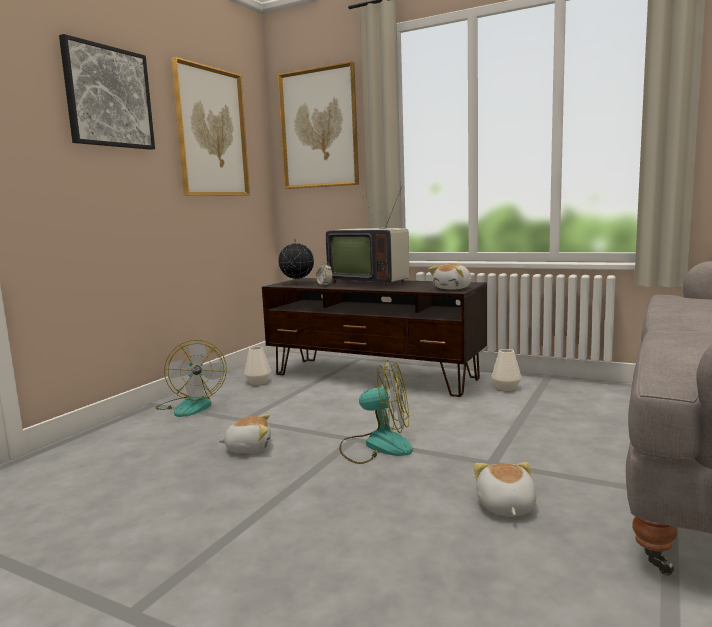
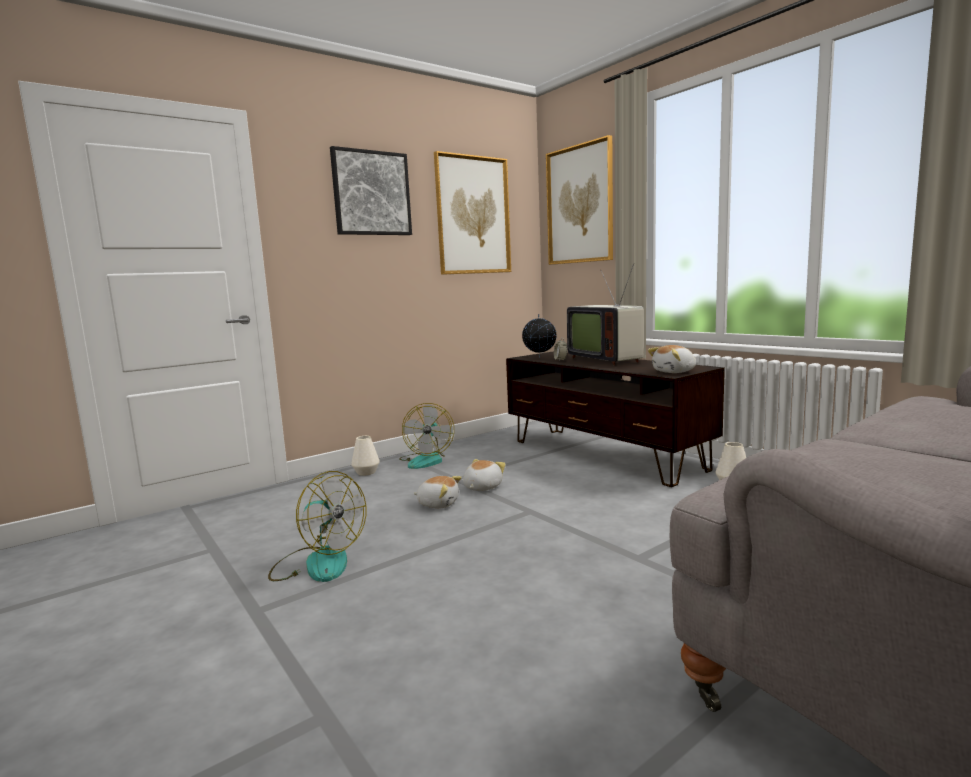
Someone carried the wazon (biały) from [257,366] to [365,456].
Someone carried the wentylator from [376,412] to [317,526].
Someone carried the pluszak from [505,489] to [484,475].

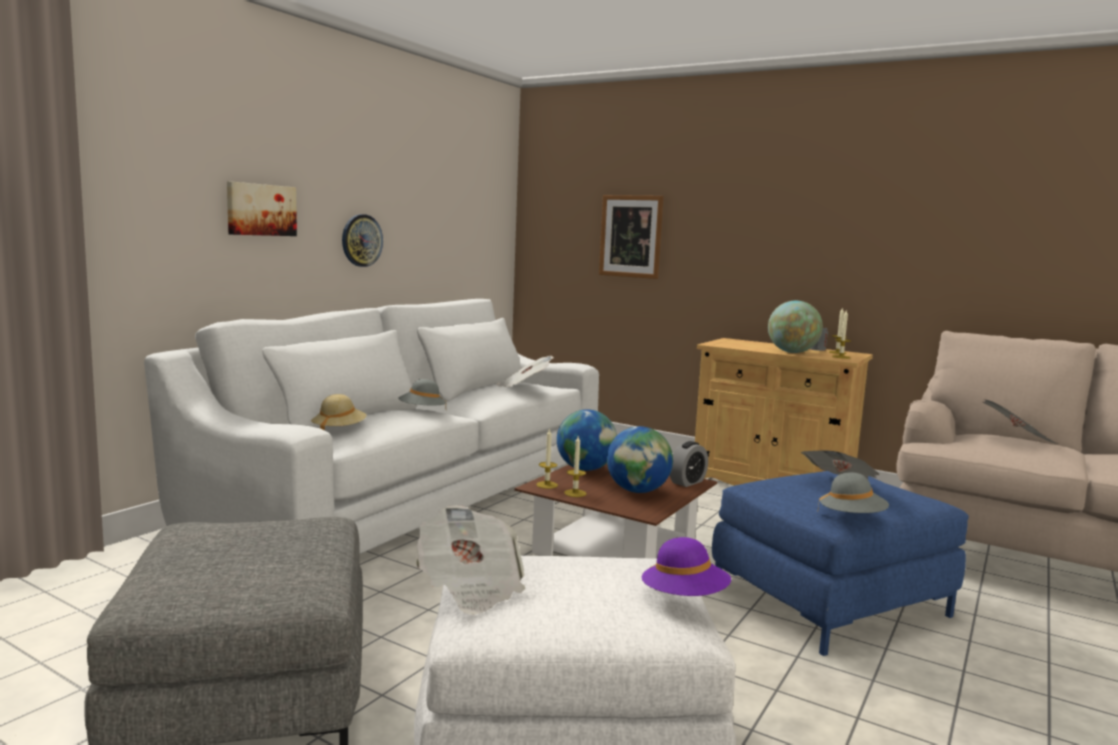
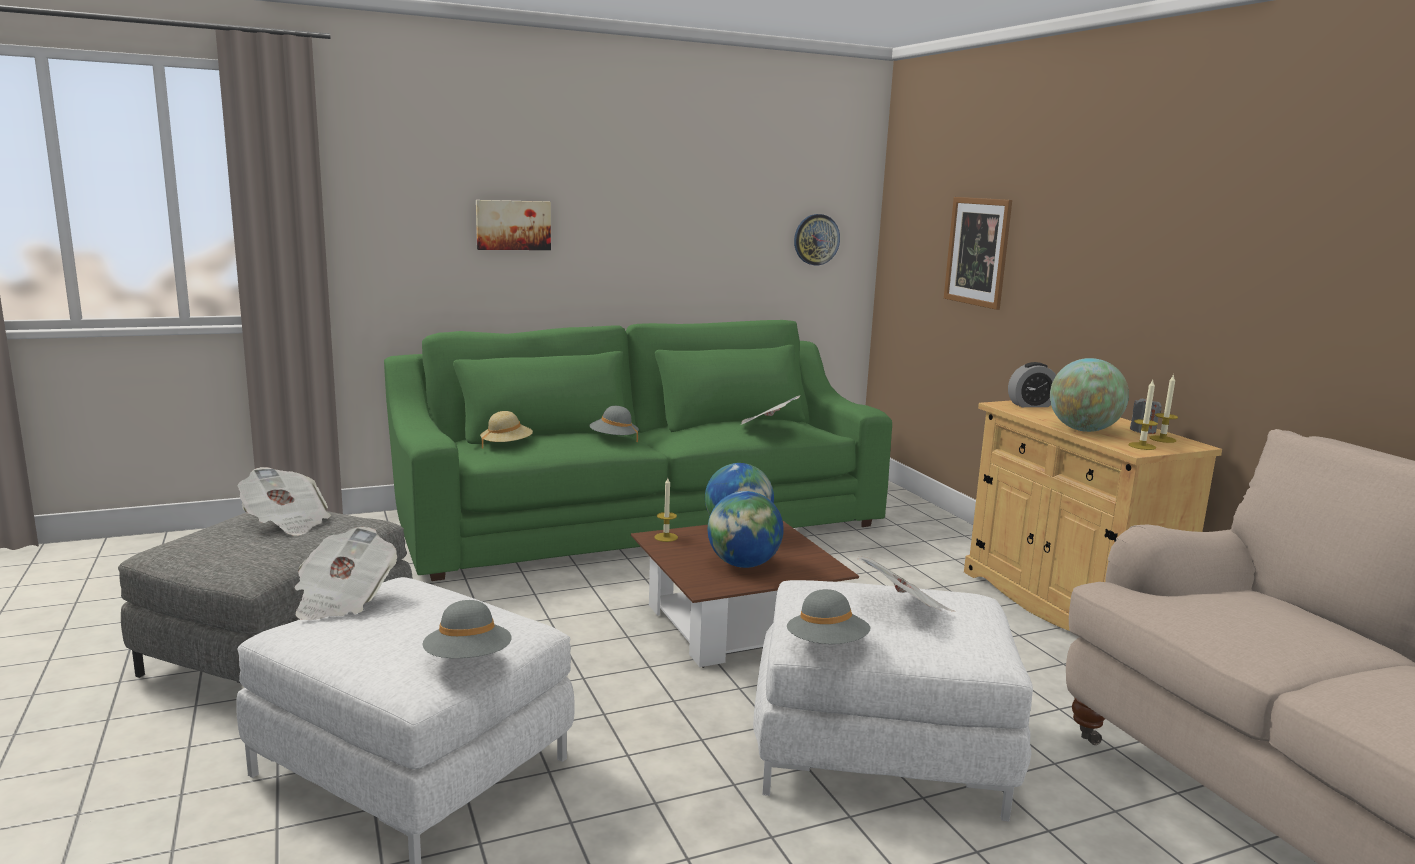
Someone carried the zegar ścienny from [362,240] to [817,239].
Someone repainted the kanapa (biały) at [371,426], which became the kanapa (zielony) at [638,450].
Someone carried the gazeta from [1021,421] to [284,501].
Someone took away the świeca at [575,466].
Someone carried the budzik from [689,464] to [1032,384].
Someone repainted the pufa (niebieski) at [840,563], which became the pufa (biały) at [893,700].
Someone repainted the kapelusz (fioletowy) at [686,566], which became the kapelusz (szary) at [467,629].

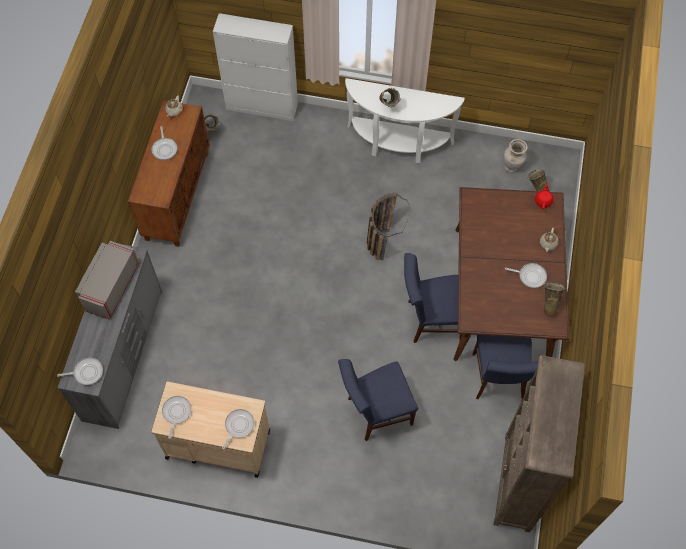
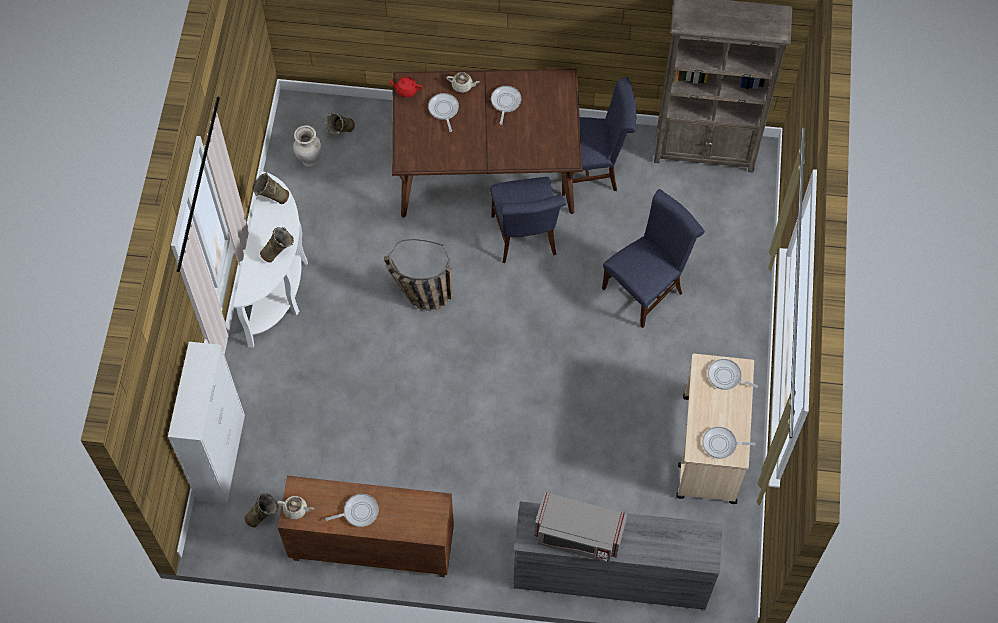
Someone carried the wazon (beżowy) from [554,298] to [270,188].
Someone carried the patelnia from [80,371] to [443,112].
Someone rotated the krzesło (niebieski) at [378,400] by 105 degrees counterclockwise.

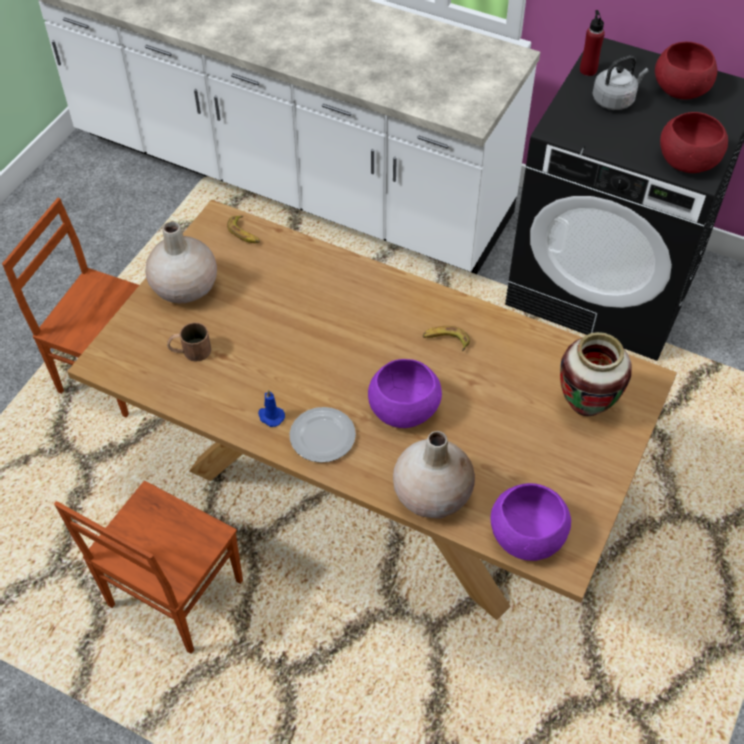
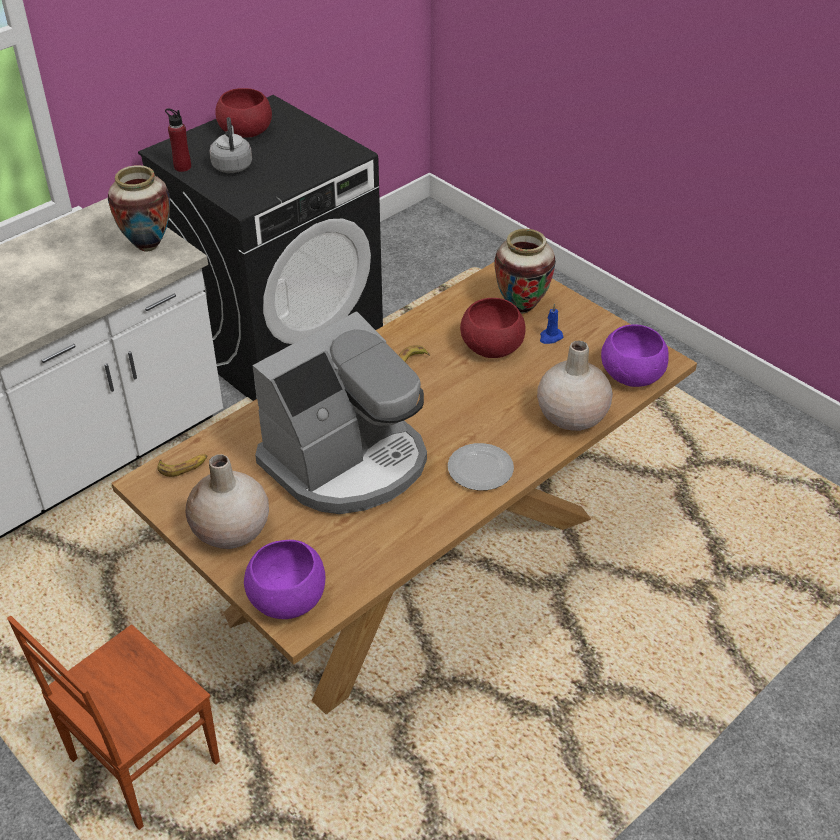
Someone carried the miska (czerwony) from [694,142] to [492,328].
Someone took away the kubek (brązowy) at [189,341].
Someone carried the miska (fioletowy) from [405,393] to [285,579].
Someone carried the świeca (niebieski) from [271,408] to [551,324].
Someone took away the krzesło (brązowy) at [148,567].
Someone put down the wazon at [139,208].
Someone put down the ekspres do kawy at [339,412].

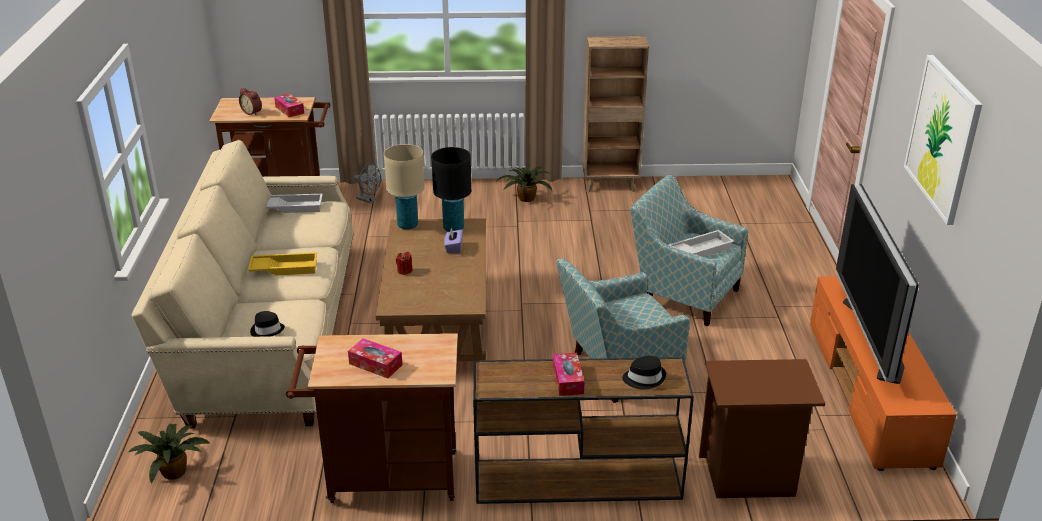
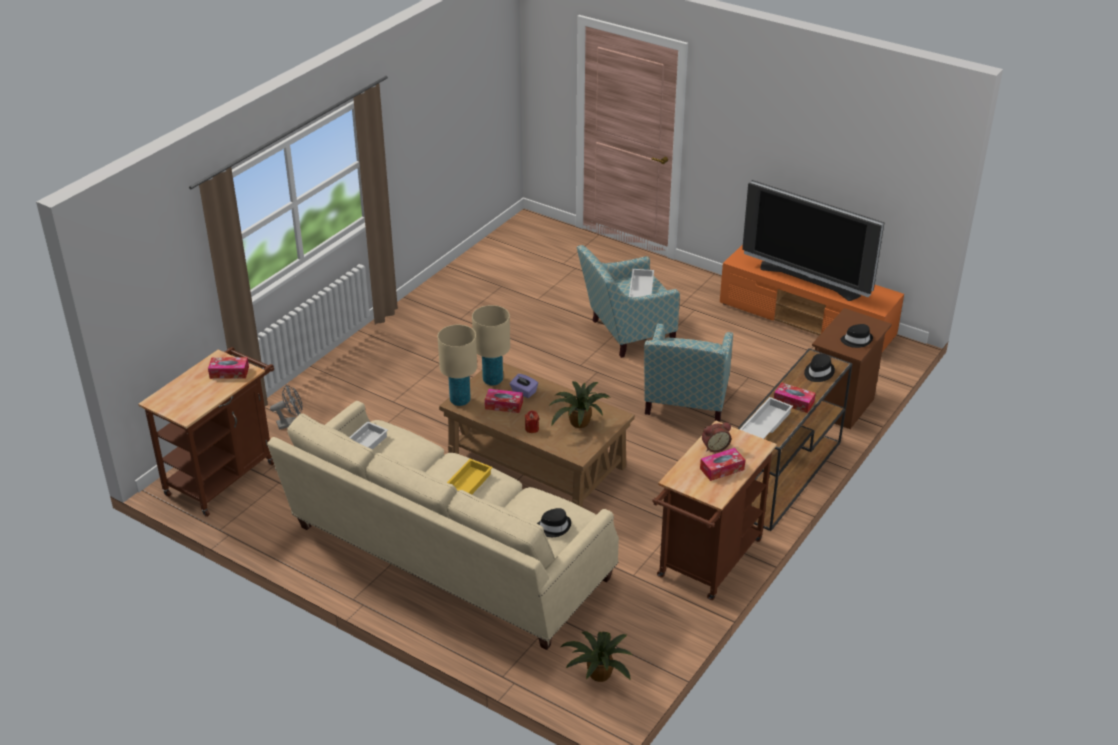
Someone took away the regał (brązowy) at [616,114].
Someone took away the obraz at [943,140].
Someone carried the budzik from [250,102] to [716,437].
Someone repainted the lampa stołowa (czarny) at [451,189], which became the lampa stołowa (beżowy) at [491,345].
Someone carried the roślina doniczkowa from [523,182] to [580,404].
Someone put down the kapelusz (czarny) at [857,336].
Someone put down the pudełko chusteczek at [504,401].
Someone put down the taca (biały) at [766,418].

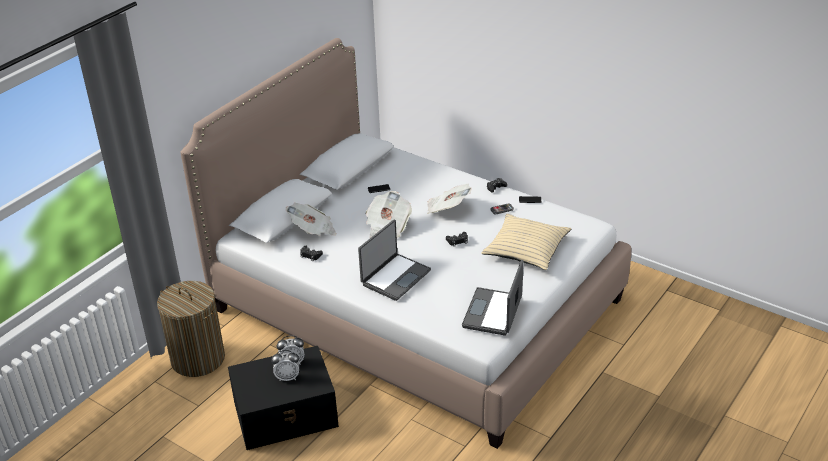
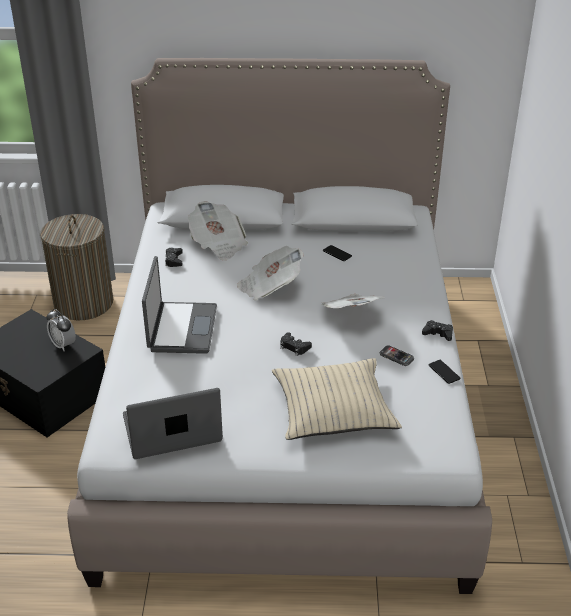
Someone rotated the laptop at [394,260] by 90 degrees counterclockwise.
Someone took away the budzik at [285,365].

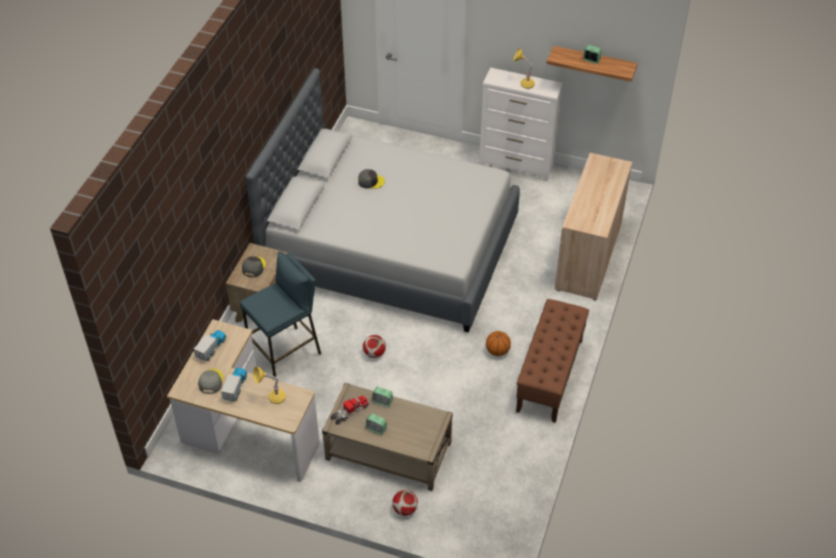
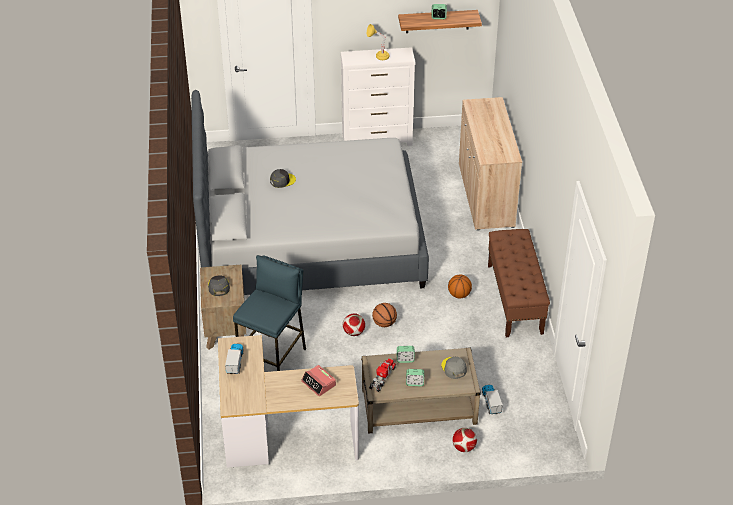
Someone swapped the lampa stołowa (żółty) at [269,385] for the budzik at [318,380].
Someone carried the ciężarówka zabawkowa from [234,384] to [492,399].
Someone carried the czapka z daszkiem (szary) from [210,381] to [454,368].
Someone put down the piłka do koszykówki at [384,315].

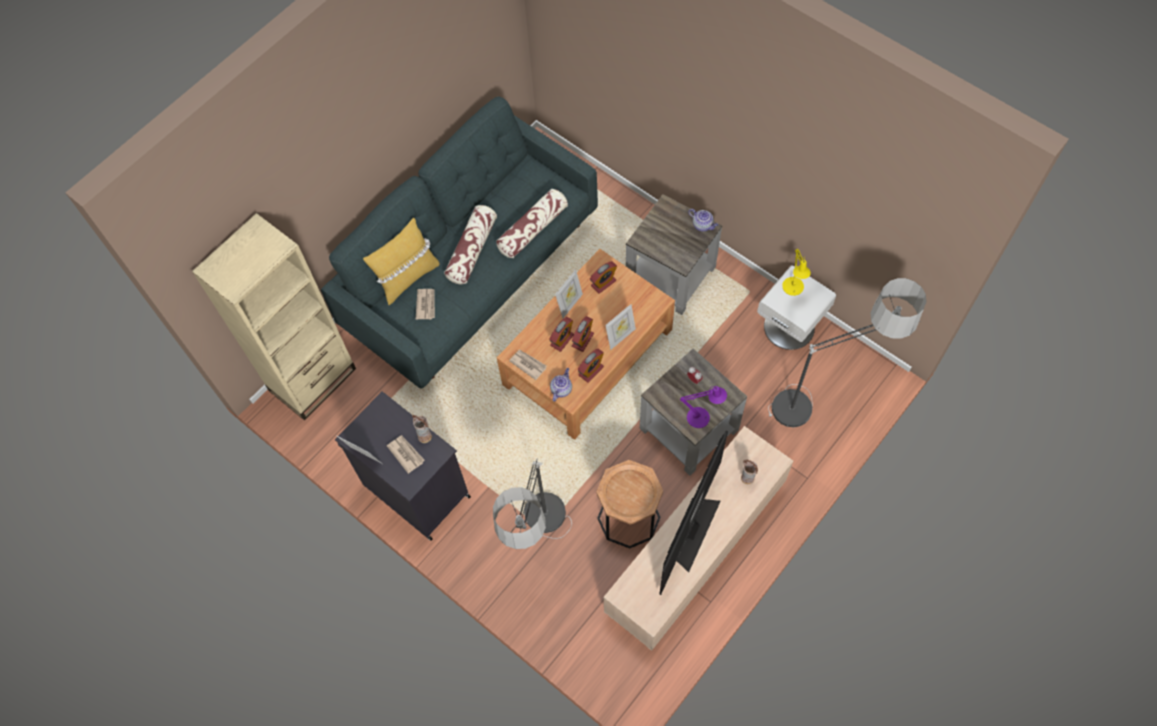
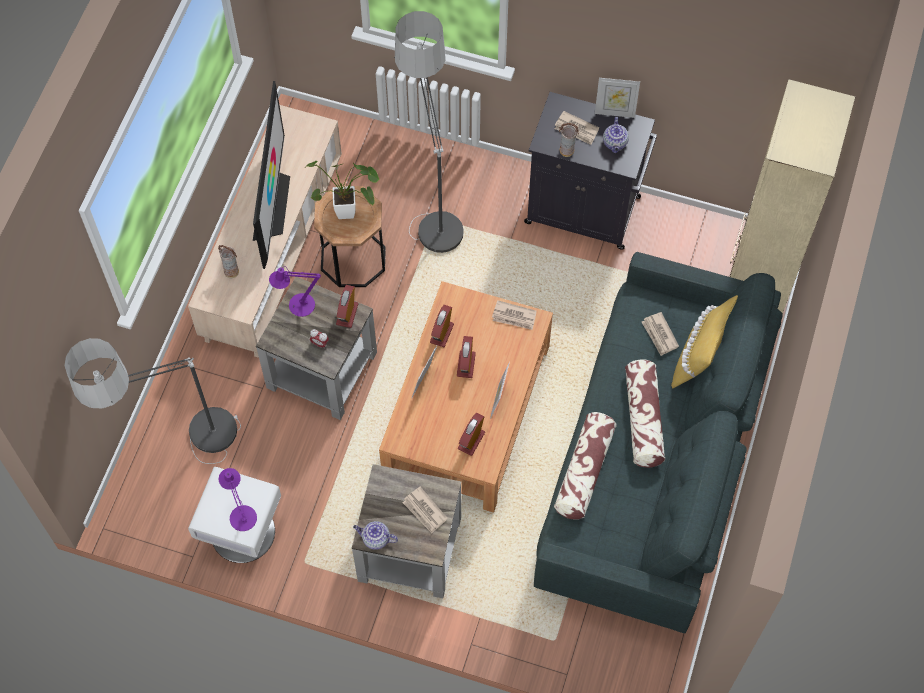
Someone repainted the lampa stołowa (żółty) at [796,272], which became the lampa stołowa (fioletowy) at [238,499].
Someone carried the budzik from [561,334] to [347,306].
Someone carried the imbryk from [561,385] to [616,135].
Someone put down the roślina doniczkowa at [343,190].
Someone put down the gazeta at [425,510].

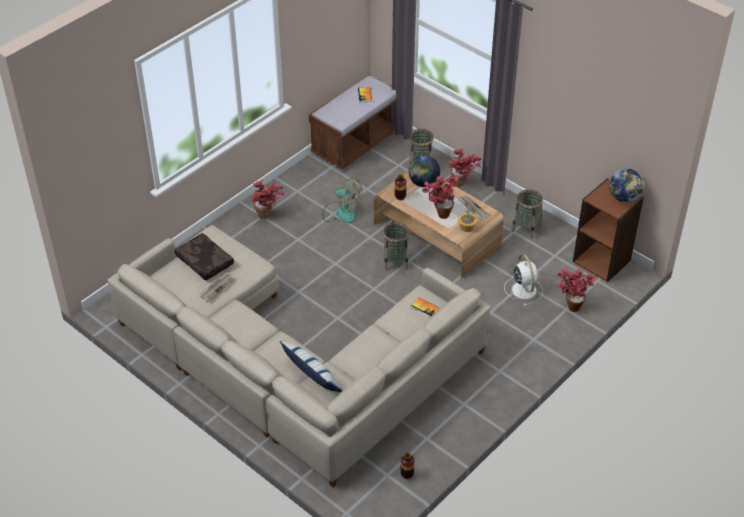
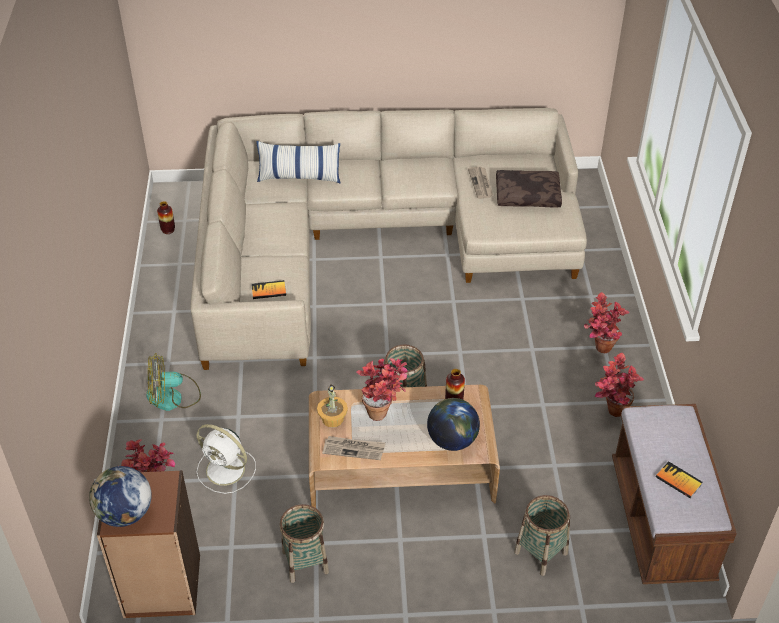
Someone carried the roślina doniczkowa from [464,167] to [619,385].
Someone carried the wentylator from [342,200] to [173,382].

